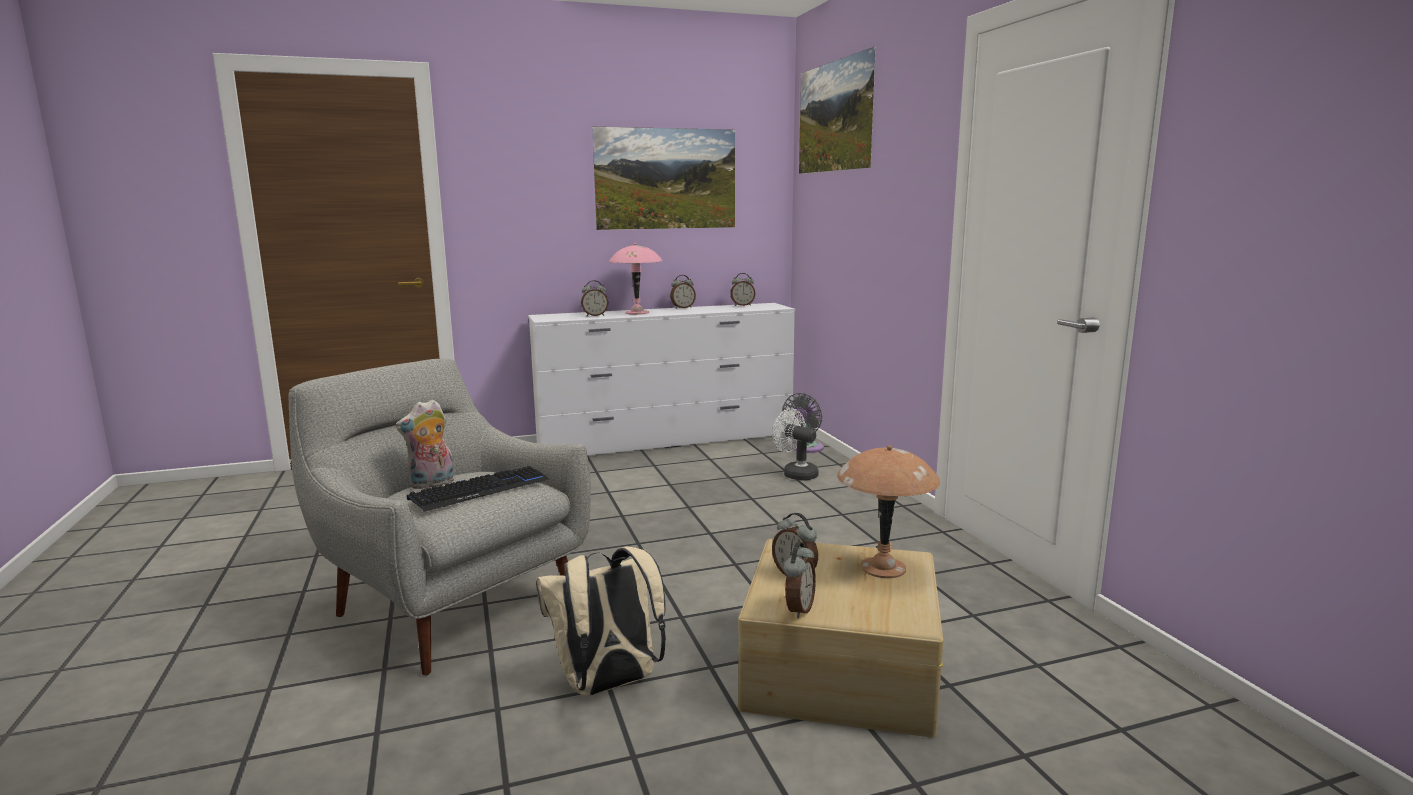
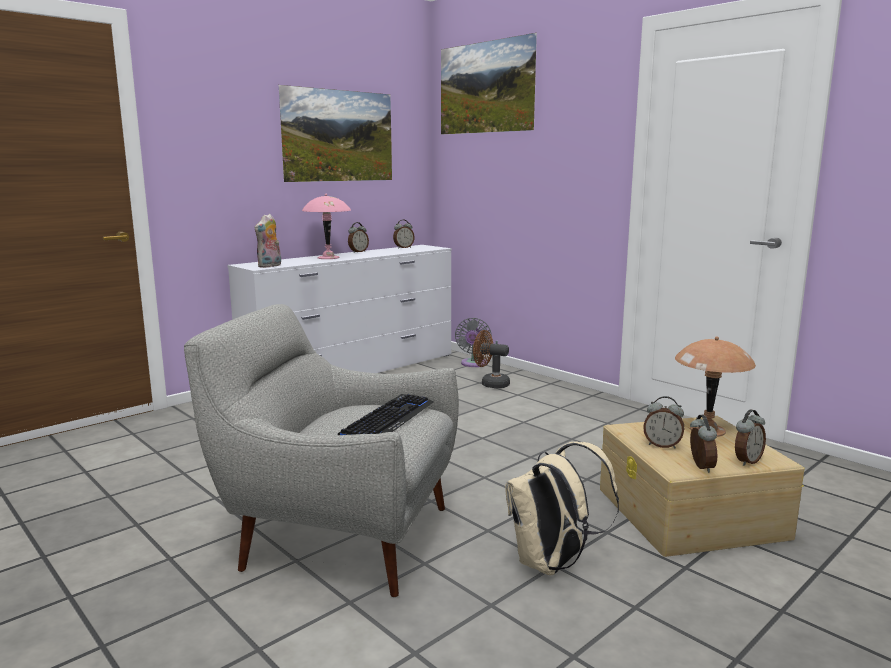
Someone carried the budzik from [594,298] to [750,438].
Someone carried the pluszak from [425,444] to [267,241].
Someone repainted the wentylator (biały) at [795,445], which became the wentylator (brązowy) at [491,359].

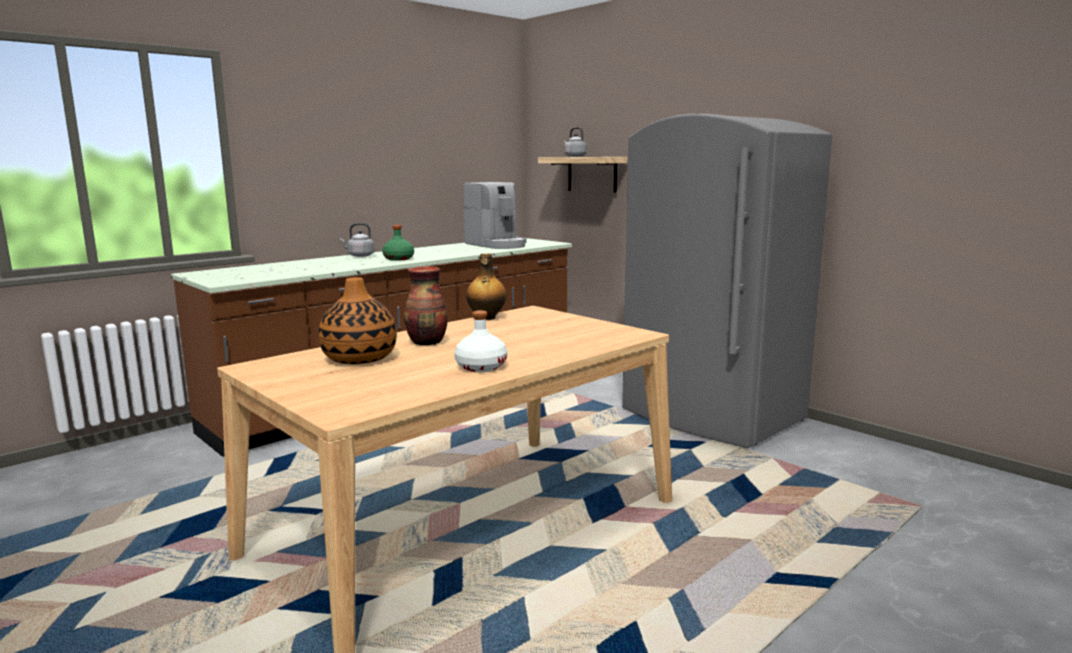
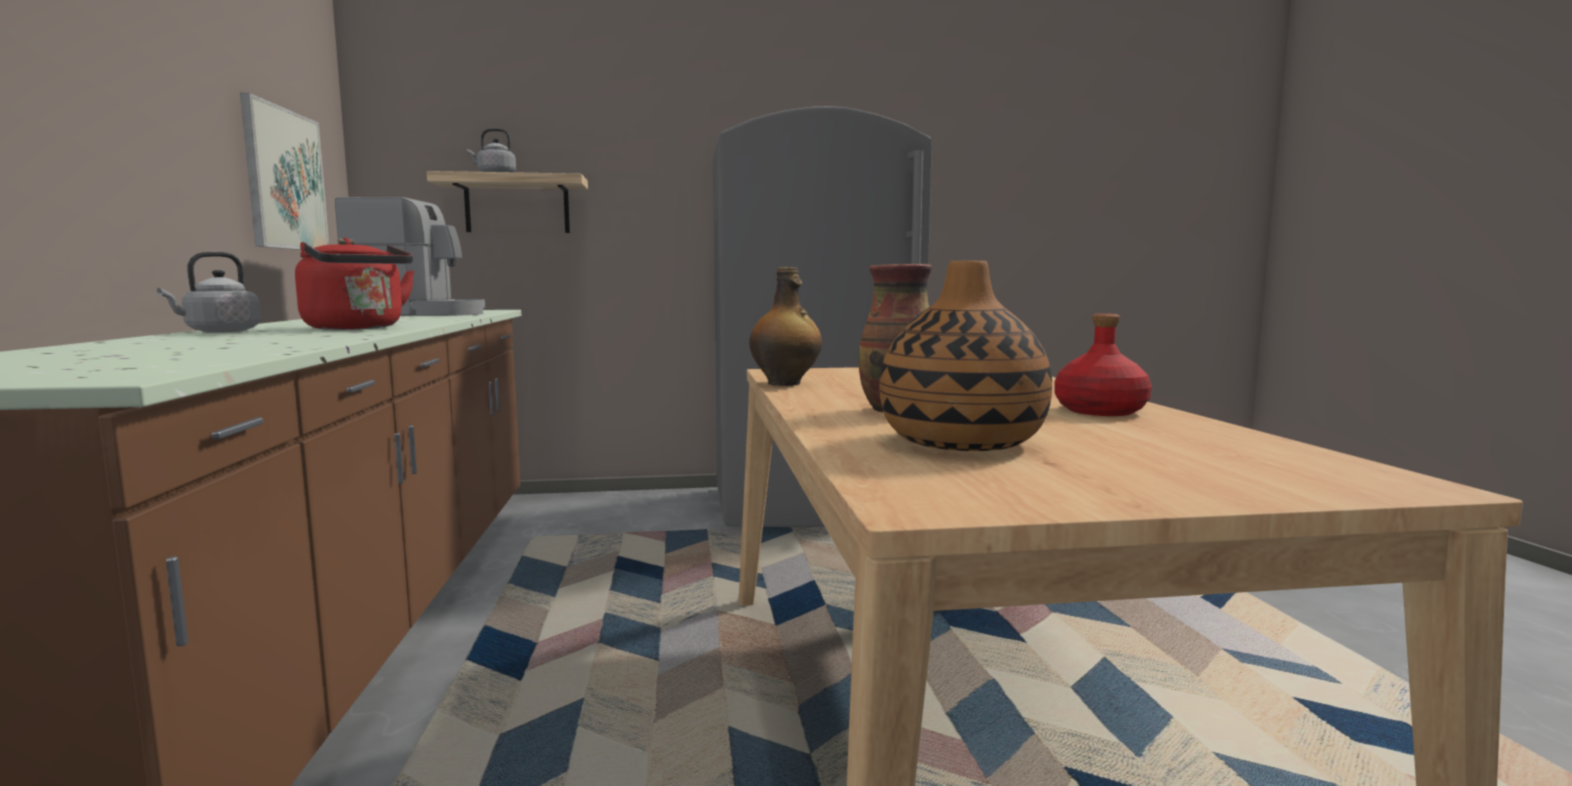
Someone swapped the butelka (zielony) at [398,243] for the czajnik (czerwony) at [354,284].
Someone repainted the butelka (biały) at [480,341], which became the butelka (czerwony) at [1103,365].
Someone put up the obraz at [284,171].

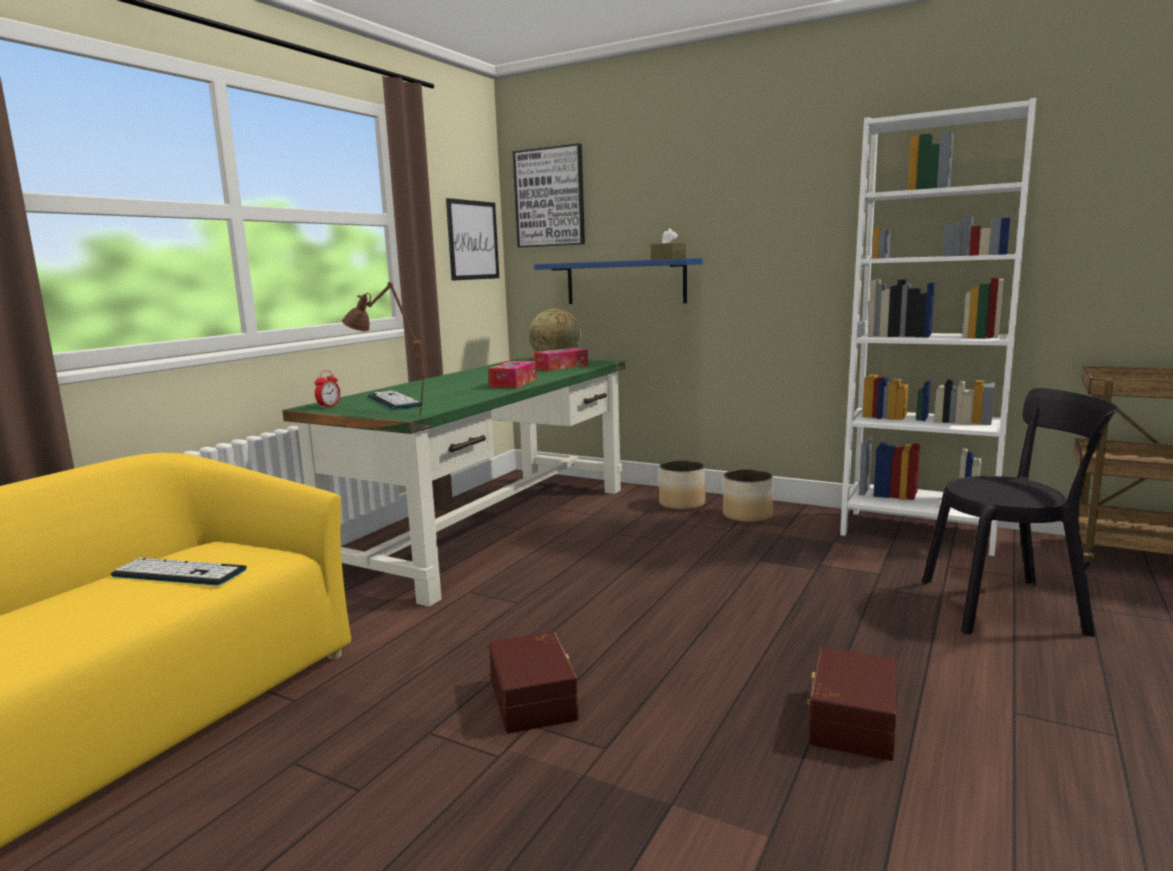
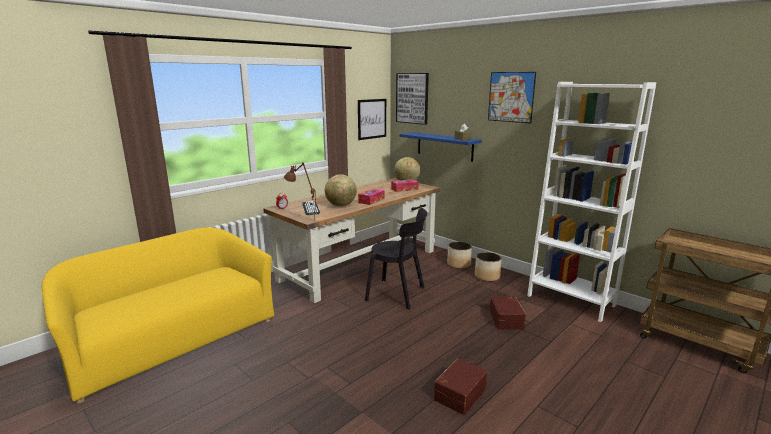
Someone repainted the biurko (zielony) at [454,482], which became the biurko (brązowy) at [351,240].
Someone carried the krzesło (czarny) from [1020,512] to [396,258].
Someone took away the klawiatura at [179,572].
Someone carried the pojemnik do przechowywania (brązowy) from [534,682] to [508,313].
Someone put up the obraz at [512,98].
Someone put down the globus at [341,190].

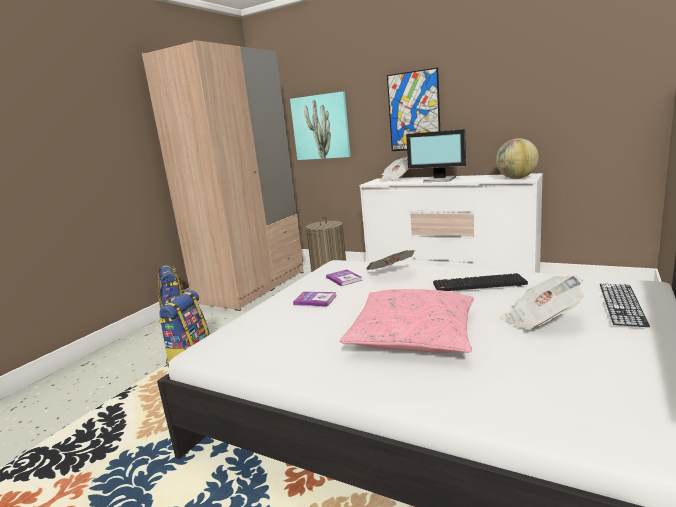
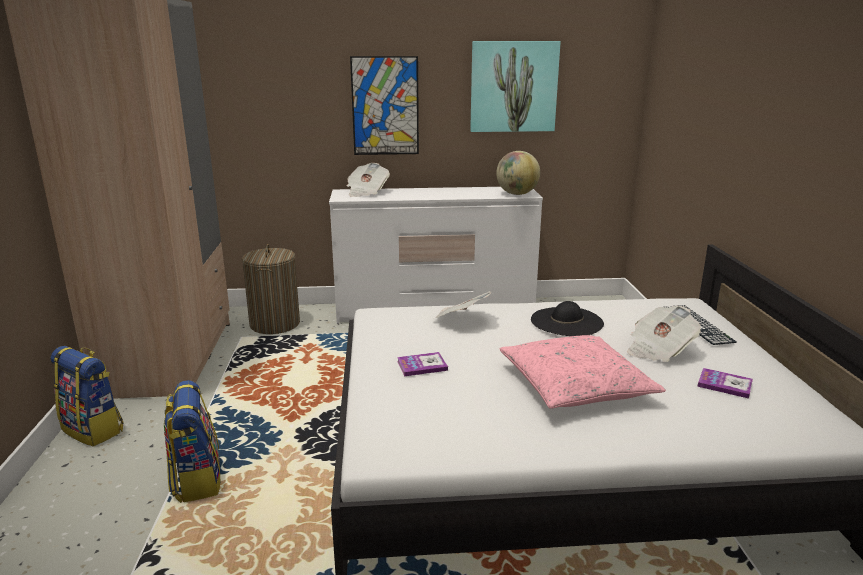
Someone carried the obraz from [320,125] to [515,86].
Someone took away the monitor at [436,155].
Someone carried the książka from [344,277] to [725,383].
Someone swapped the klawiatura at [480,282] for the kapelusz (czarny) at [567,318].

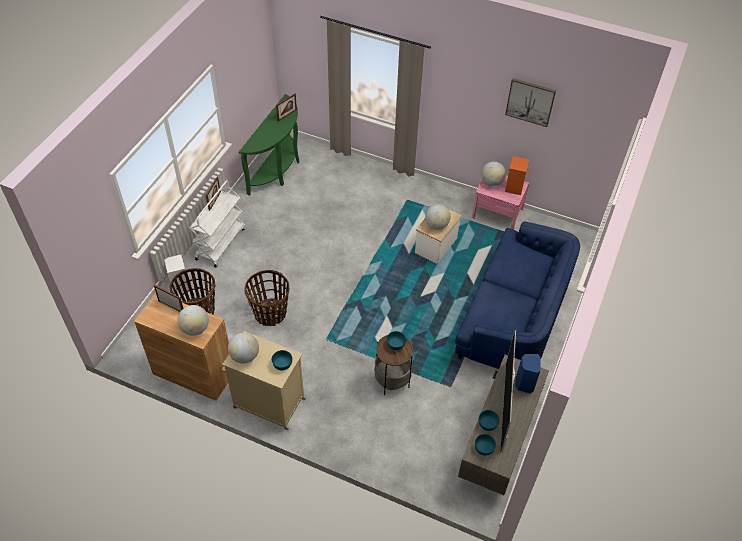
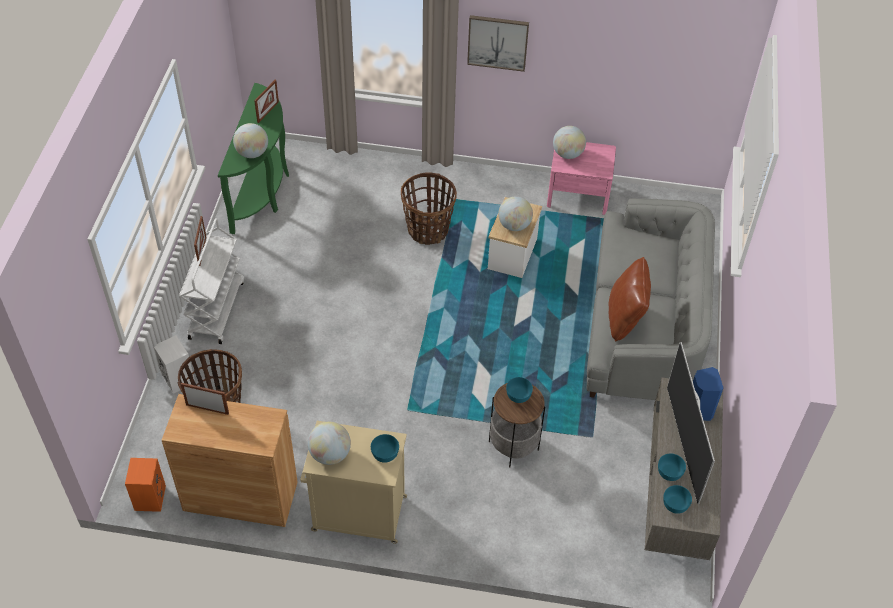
Someone carried the obraz from [530,102] to [498,43].
Someone carried the głośnik (pomarańczowy) from [517,175] to [145,485].
Someone repainted the kanapa (niebieski) at [517,295], which became the kanapa (szary) at [651,299].
Someone carried the koszyk from [266,298] to [429,208].
Someone carried the globus from [193,320] to [250,140].
Someone put down the poduszka (brązowy) at [630,299].

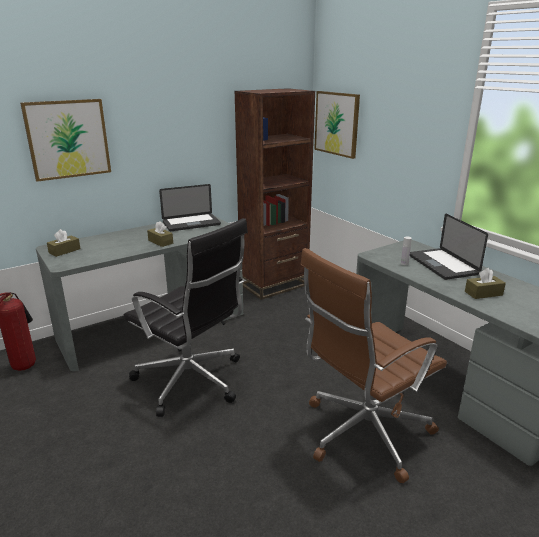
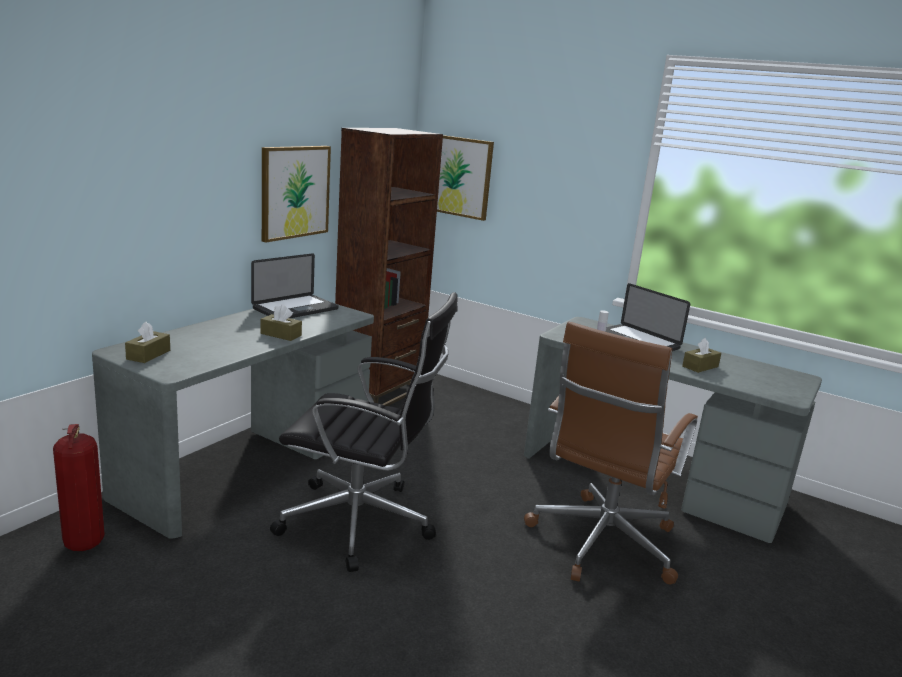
Someone carried the obraz from [65,140] to [296,194].

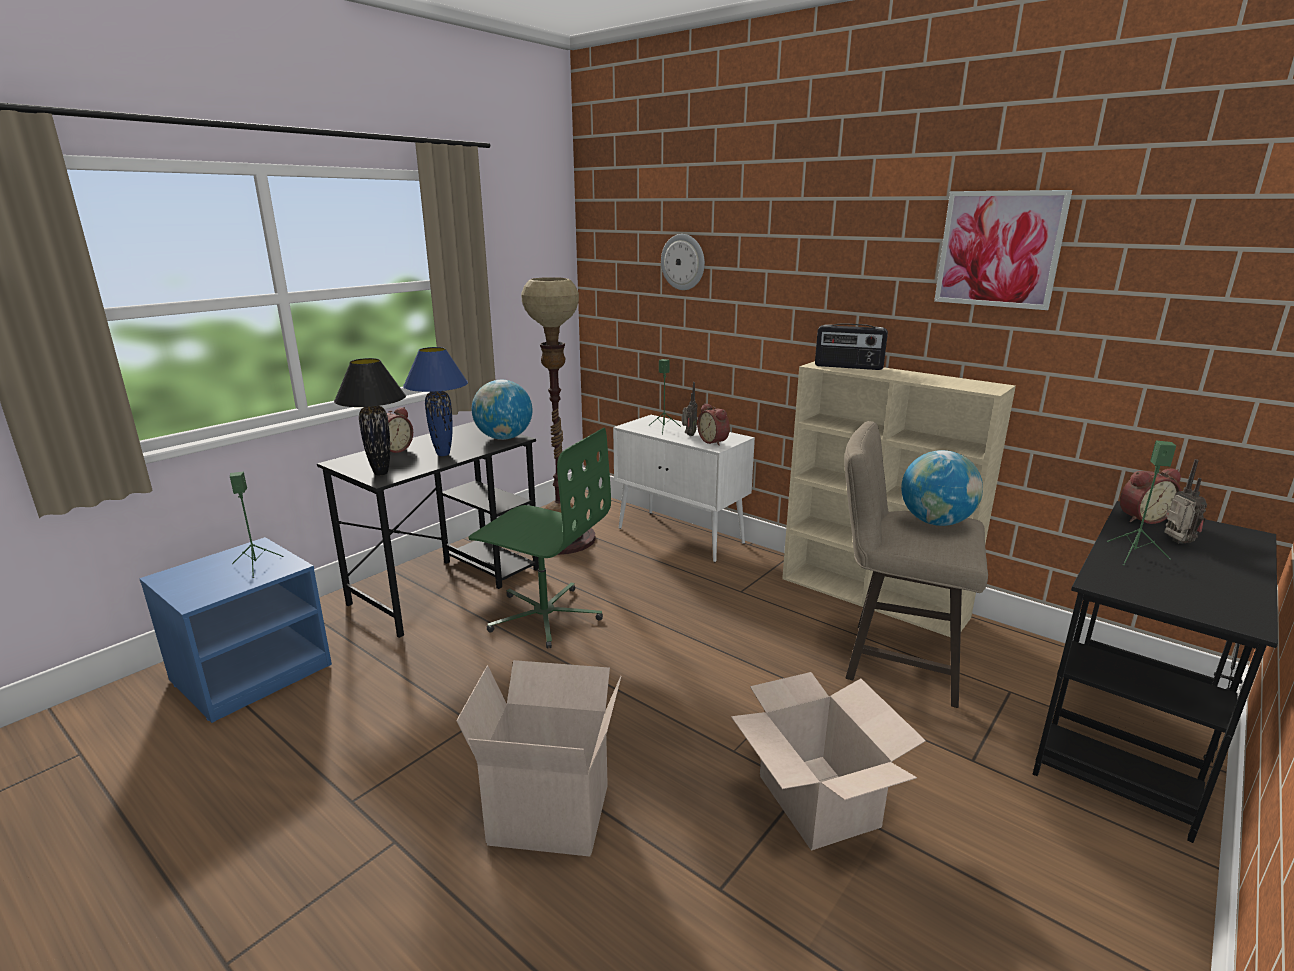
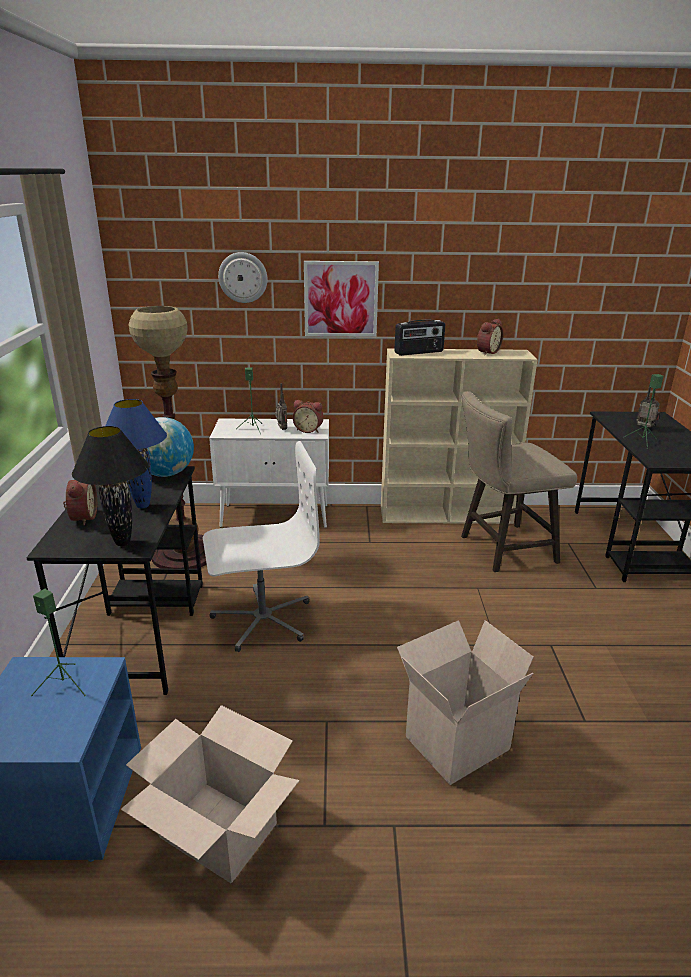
Someone carried the obraz from [1003,250] to [341,299].
Someone repainted the krzesło biurowe (zielony) at [539,538], which became the krzesło biurowe (biały) at [261,546].
Someone took away the globus at [942,488].
Someone carried the budzik from [1150,496] to [490,337].
Someone carried the karton from [828,761] to [210,794].

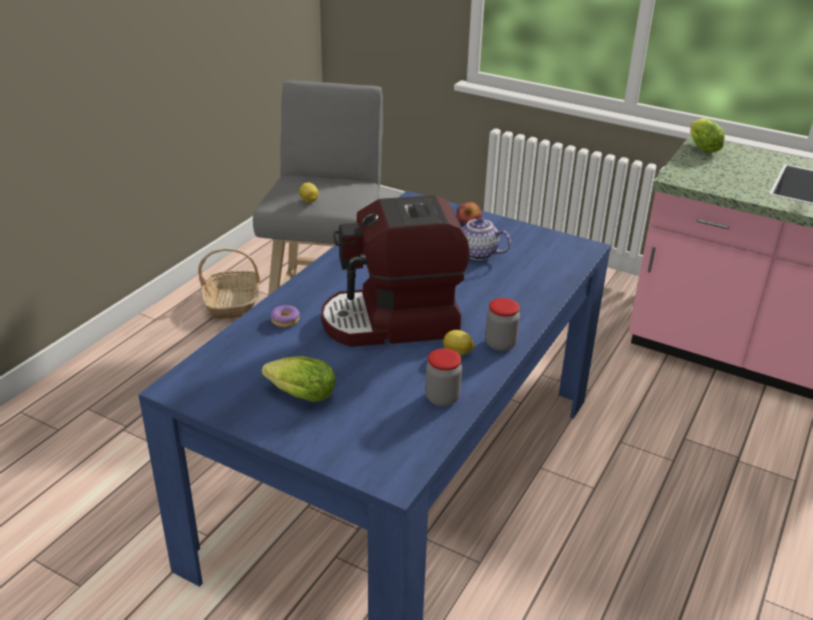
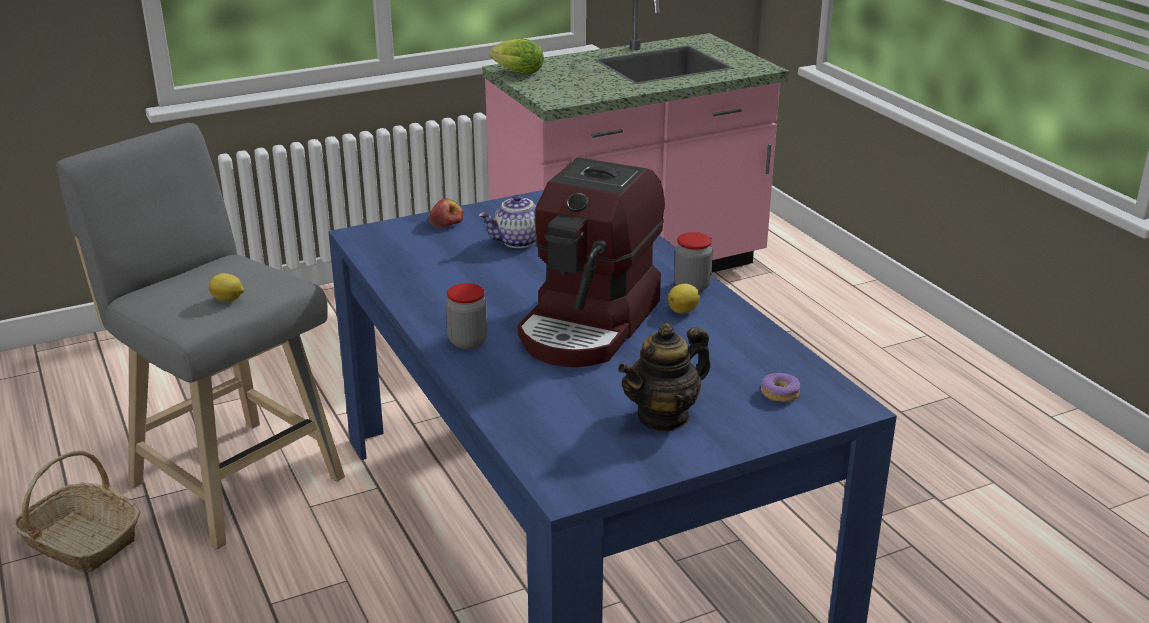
Someone carried the donut from [285,316] to [780,387].
Someone carried the słoik from [443,377] to [466,316].
Someone swapped the sałata at [298,379] for the imbryk at [664,377].

